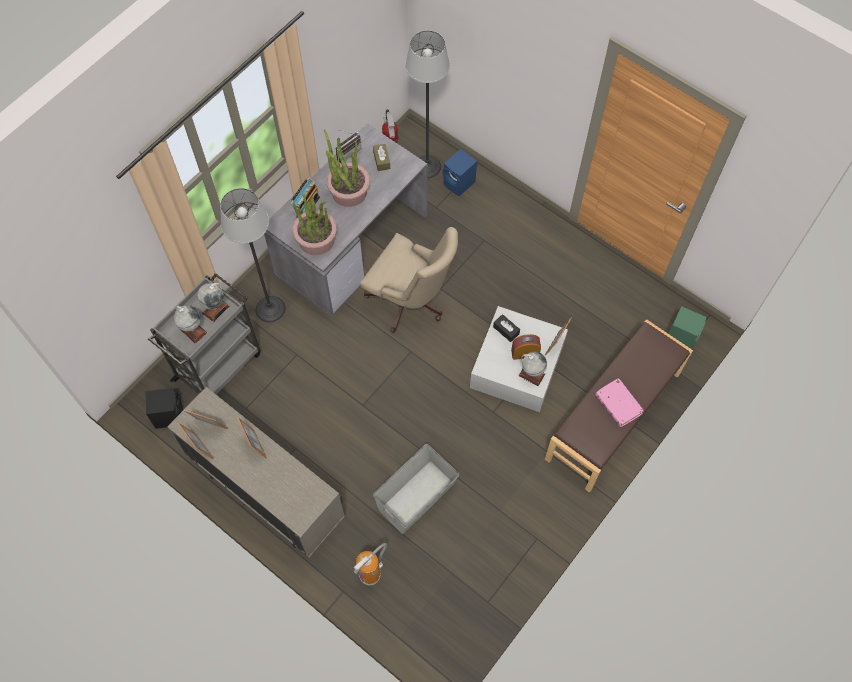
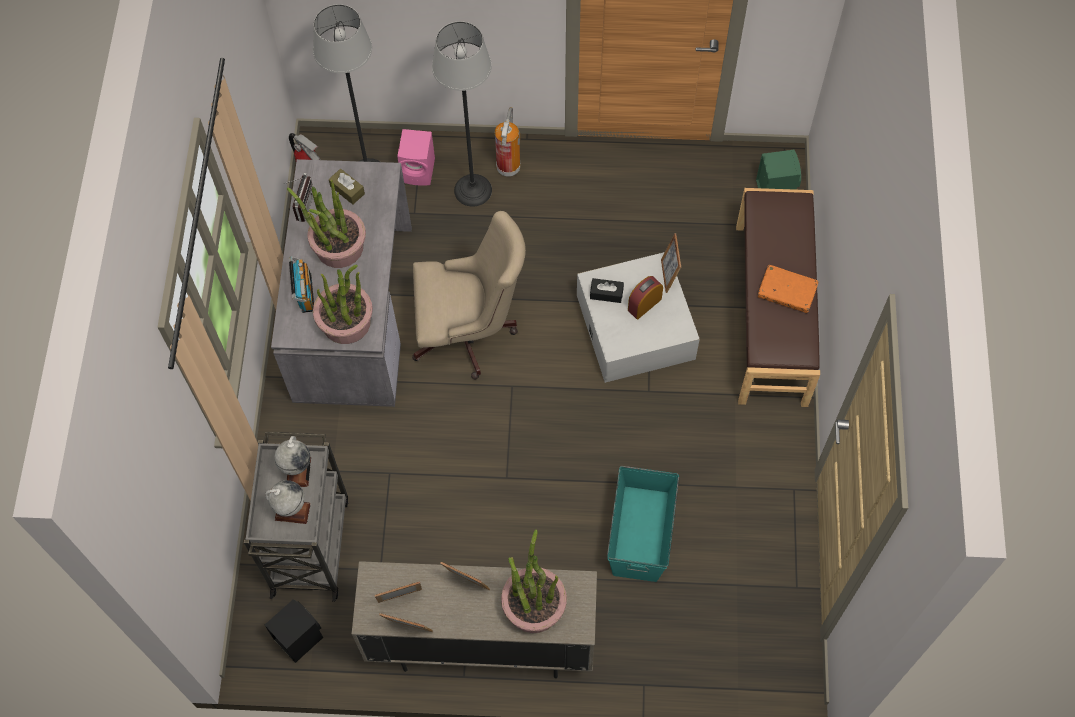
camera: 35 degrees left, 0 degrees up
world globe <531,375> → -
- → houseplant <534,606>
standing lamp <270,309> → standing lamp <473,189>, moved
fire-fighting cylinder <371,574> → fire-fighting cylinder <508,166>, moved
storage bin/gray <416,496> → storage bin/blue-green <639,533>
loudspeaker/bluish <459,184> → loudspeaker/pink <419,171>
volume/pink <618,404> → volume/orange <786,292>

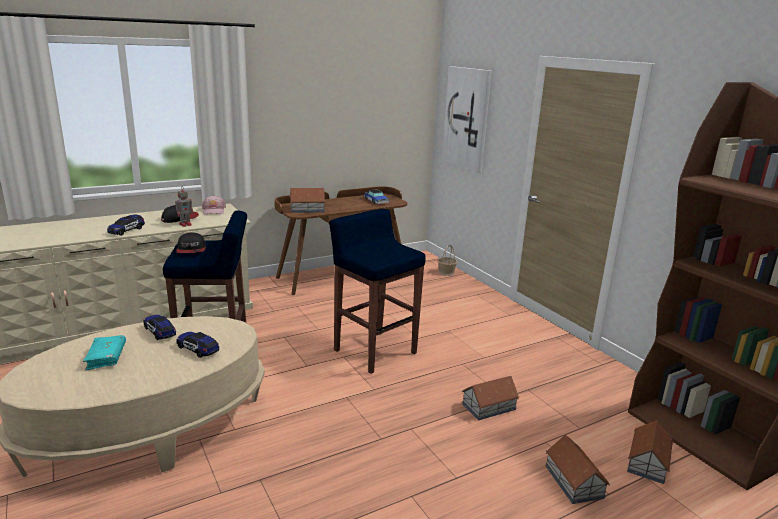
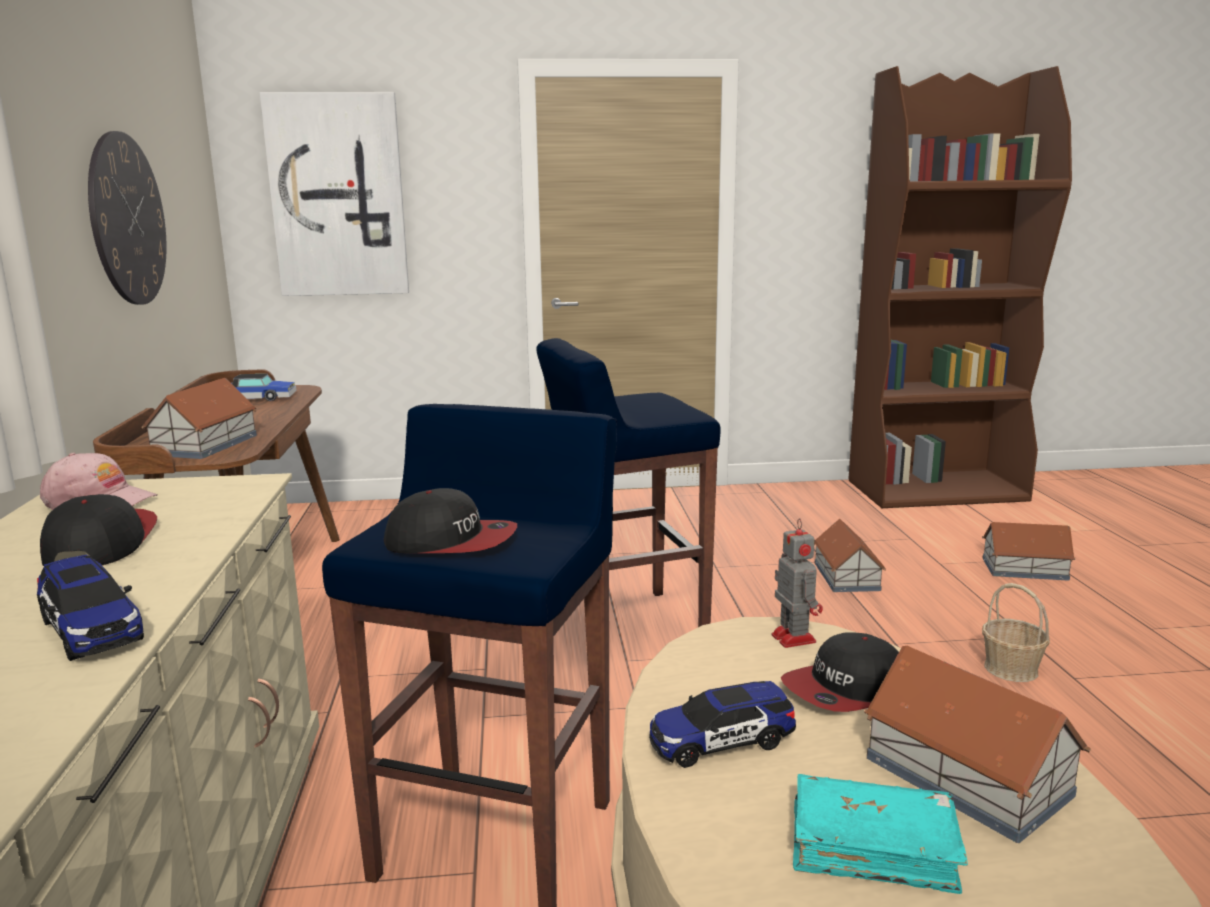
camera: 65 degrees left, 5 degrees down
- → hanging clock <127,219>
toy robot <186,224> → toy robot <792,637>, moved
storage basket <446,272> → storage basket <1011,669>, moved
miniature house <648,462> → miniature house <966,774>, moved
model car <198,349> → baseball cap <846,689>

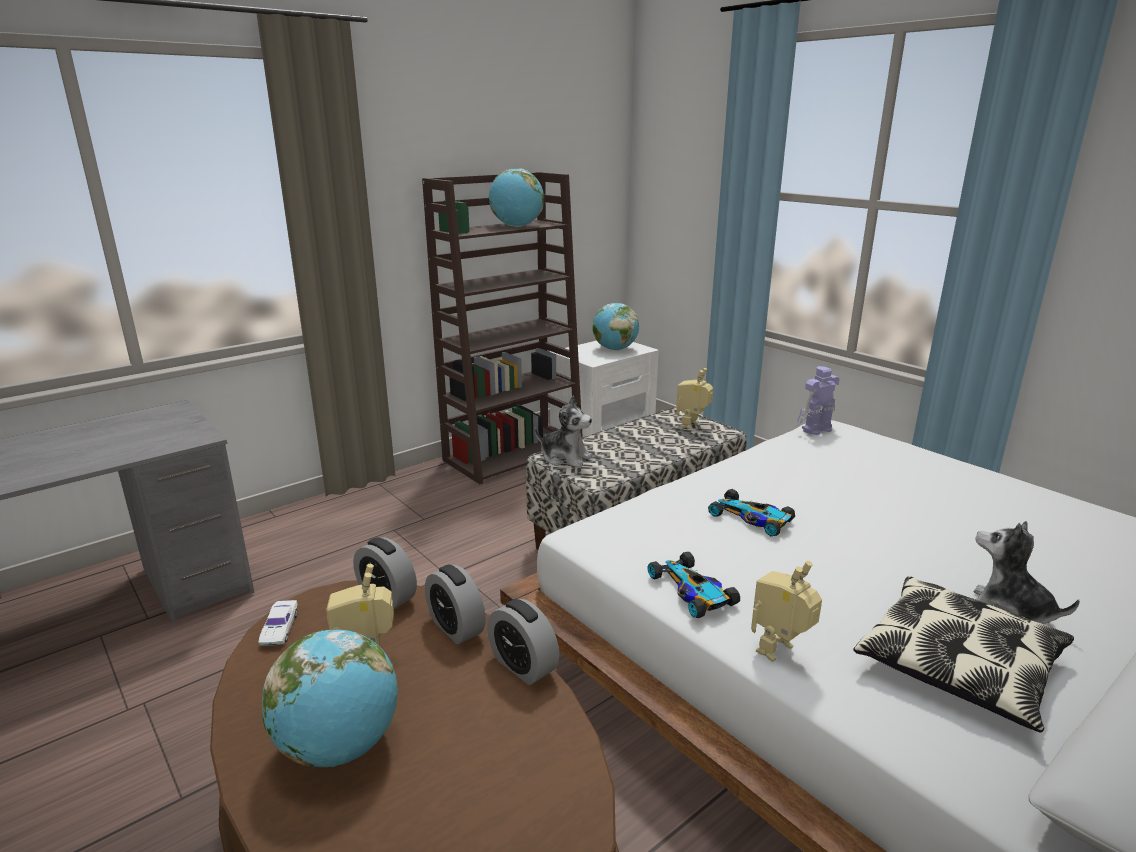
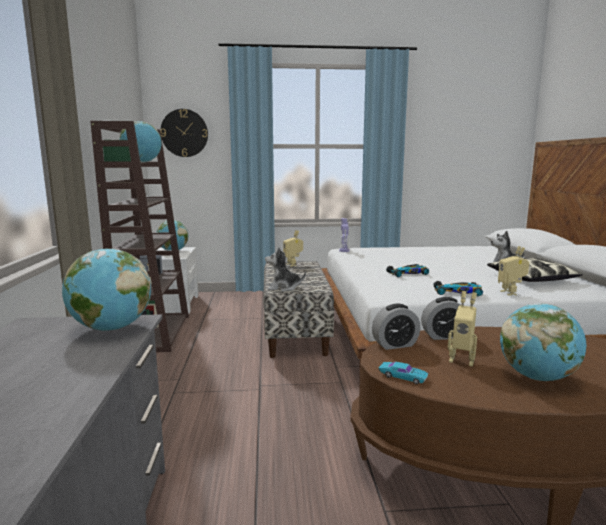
camera: 55 degrees left, 10 degrees down
alarm clock <523,666> → -
- → world globe <111,328>
- → hanging clock <184,133>
model car/whitish <280,628> → model car/blue-green <403,376>
plush toy <565,458> → plush toy <283,288>, 150 degrees counterclockwise

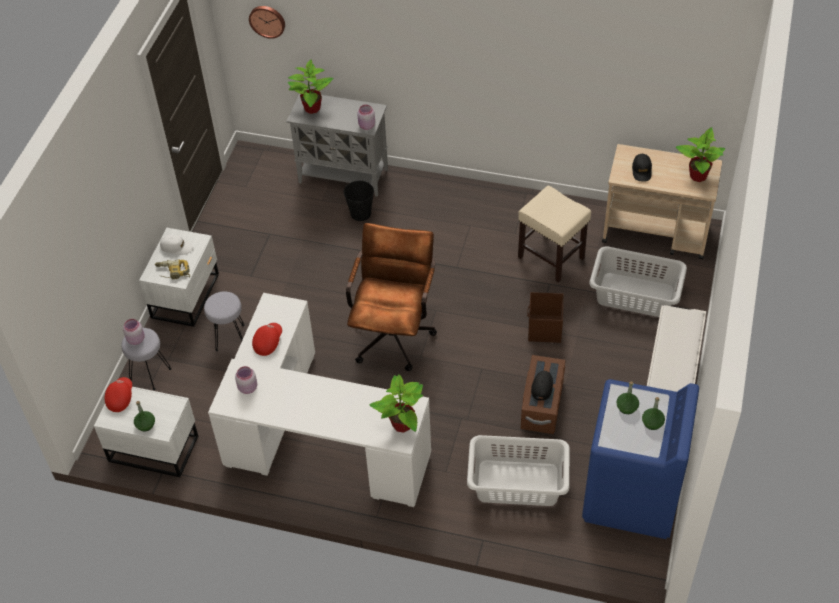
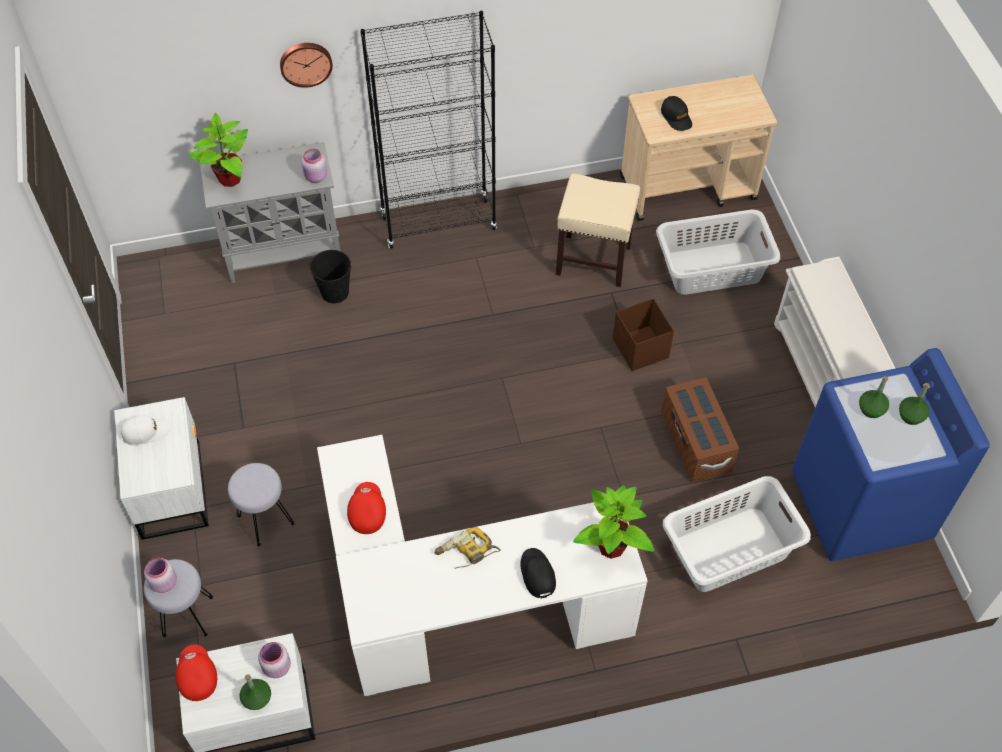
camera: 30 degrees left, 5 degrees up
desk chair/brownish <394,332> → -
houseplant <698,175> → -
- → bookshelf/black-coloured <439,223>
power drill <173,272> → power drill <466,553>, moved
preserve jar/pink <247,387> → preserve jar/pink <276,667>, moved
hanging clock <267,20> → hanging clock <305,63>, moved
baseball cap/black-coloured <542,386> → baseball cap/black-coloured <537,574>, moved

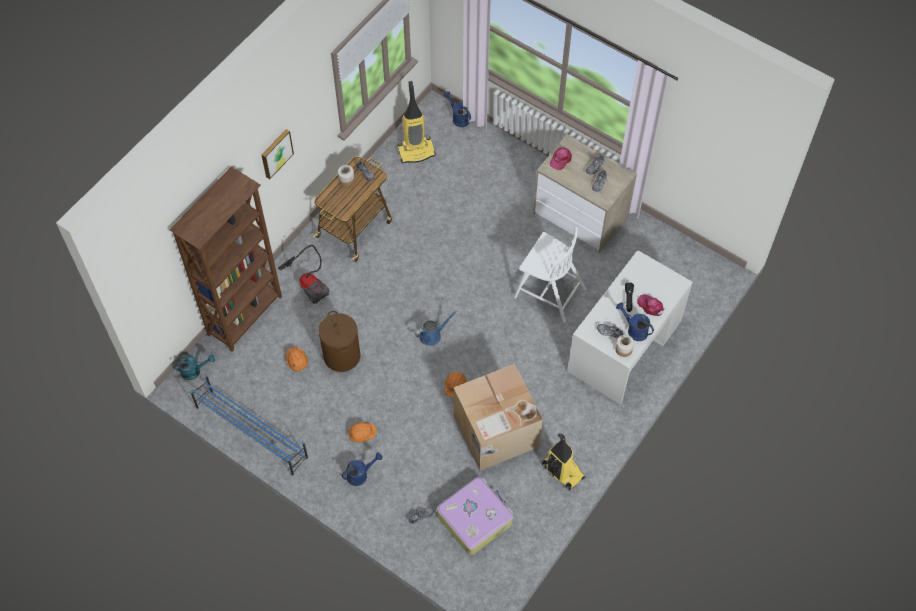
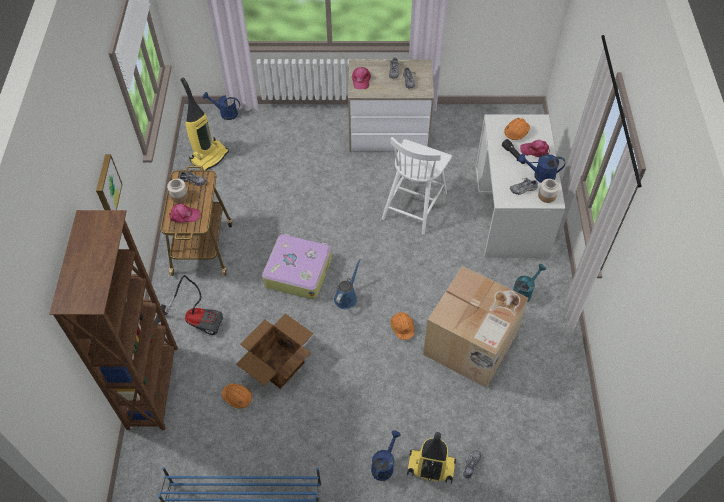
camera: 35 degrees left, 5 degrees down
- → baseball cap/pink <184,215>
watering can/blue-green <194,371> → watering can/blue-green <524,292>, moved
hard hat/orange <362,433> → hard hat/orange <516,132>, moved
suitcase <475,518> → suitcase <298,271>, moved
vacuum <562,471> → vacuum <430,468>, moved
laundry basket/brownish <341,355> → carton <277,365>
upright chair/whitish <548,292> → upright chair/whitish <414,204>, 120 degrees clockwise

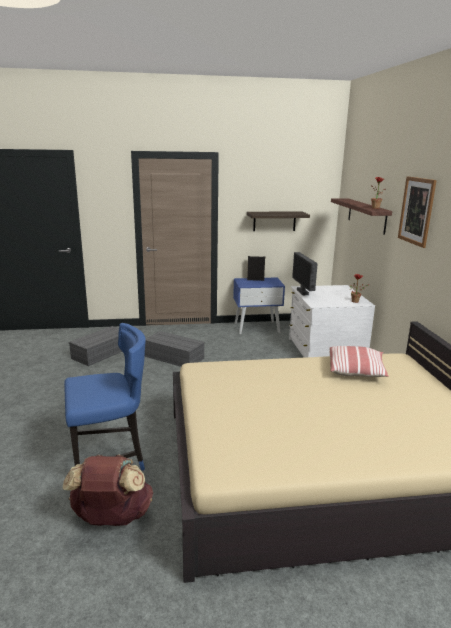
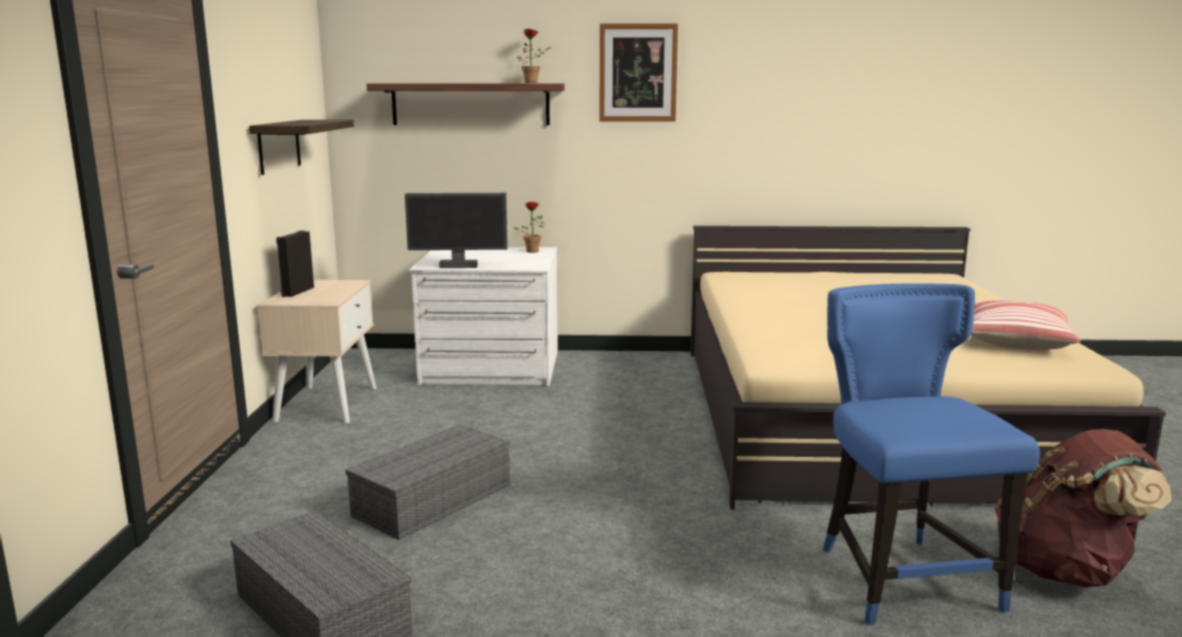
camera: 80 degrees left, 5 degrees down
cushion <356,371> → cushion <1013,342>, moved
bedside table/bluish <257,327> → bedside table/beige <327,403>

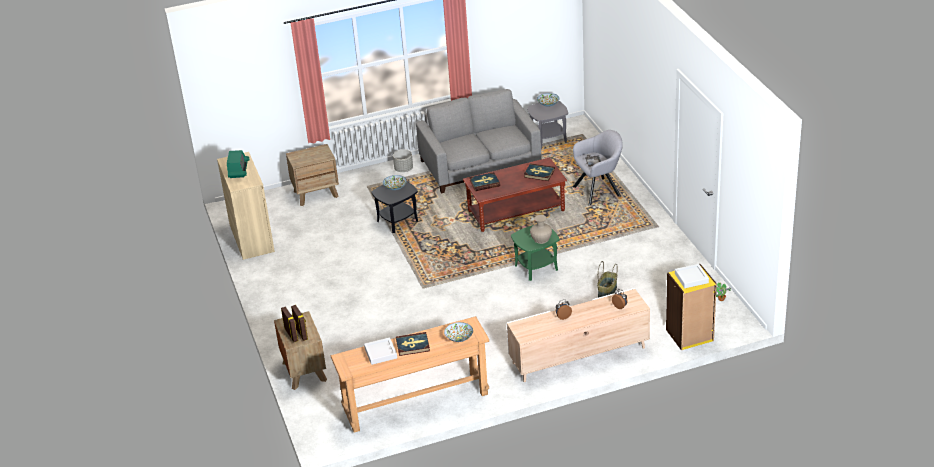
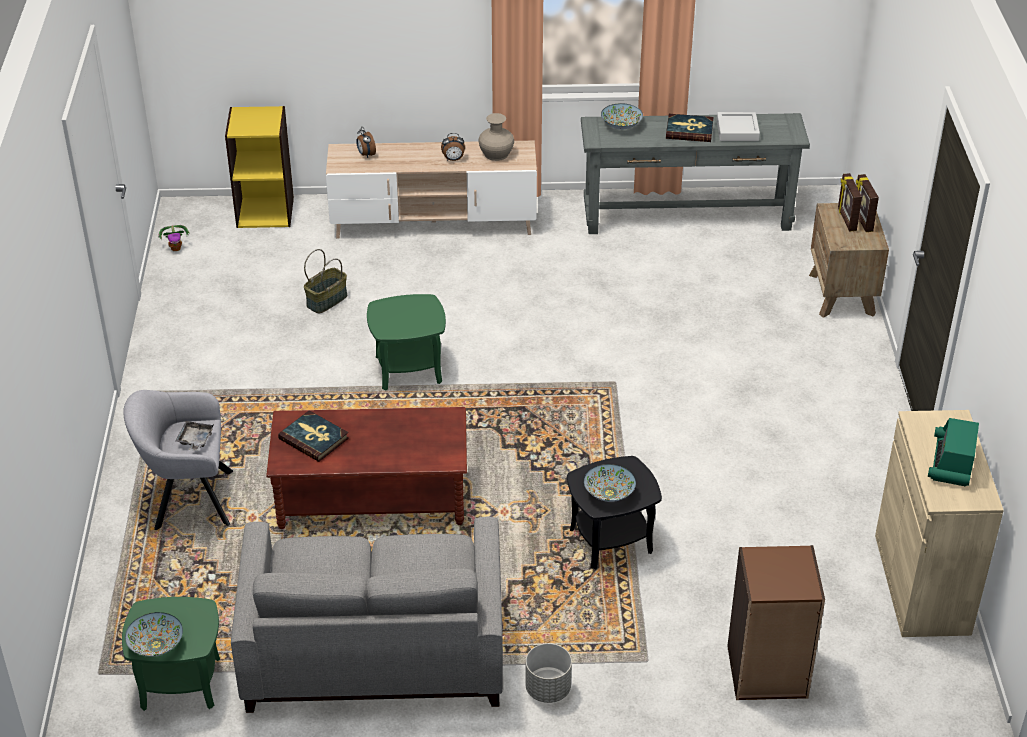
camera: 165 degrees left, 5 degrees up
volume <484,183> → -
carrying tray/gray <691,278> → -
decorative vase/beige <541,239> → decorative vase/beige <496,154>, moved
bedside table/brownish <316,194> → bookshelf/brownish <767,672>
hall table/brownish <416,402> → hall table/gray <687,217>
end table/gray <548,139> → end table/green-coloured <180,683>

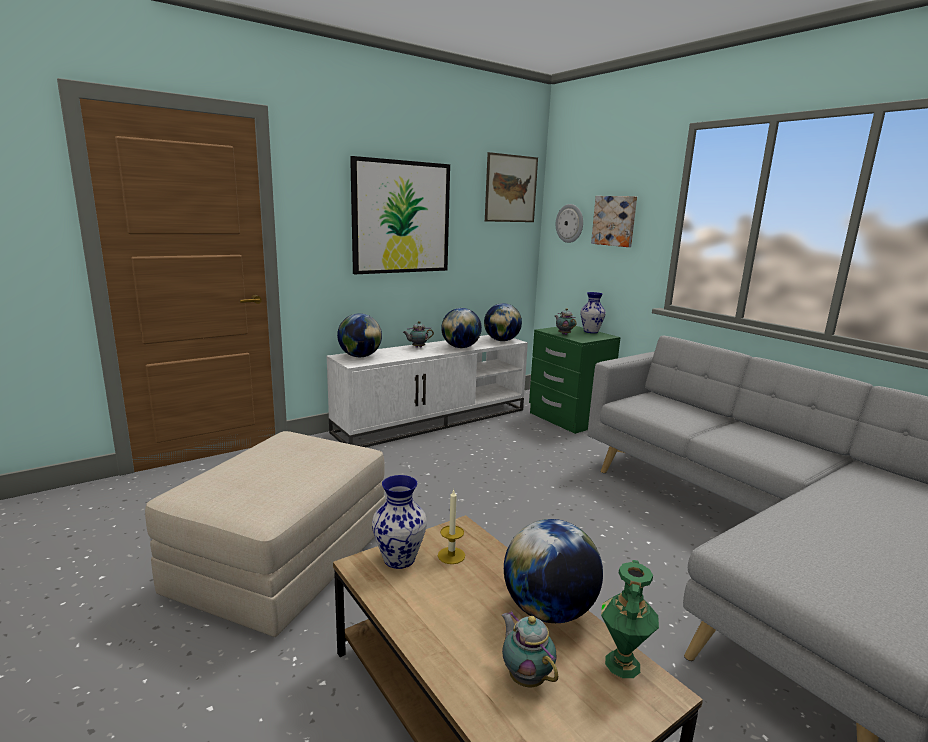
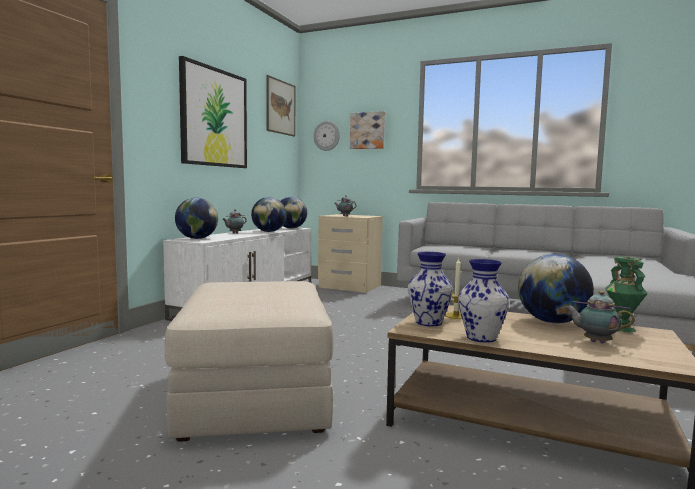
camera: 30 degrees left, 10 degrees down
decorative vase <590,331> → decorative vase <481,338>, moved
bedside table/green-coloured <568,418> → bedside table/beige <349,286>

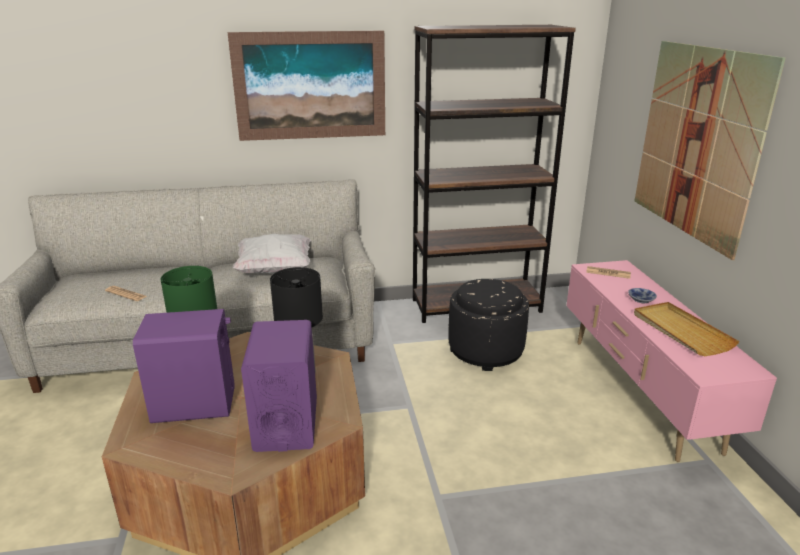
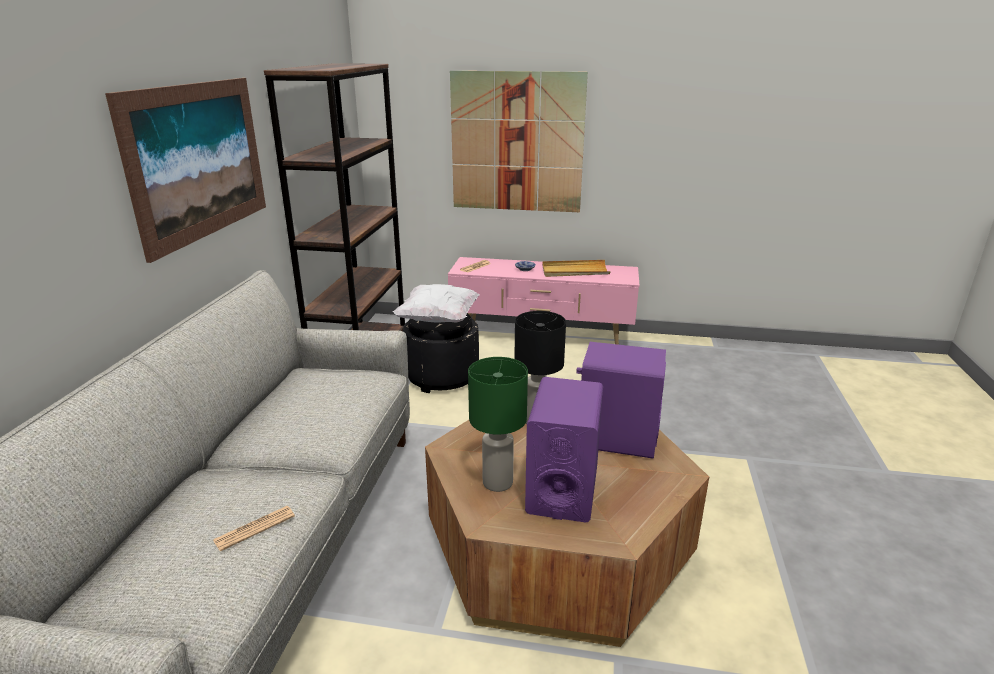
camera: 70 degrees left, 0 degrees up
cushion/whitish <275,270> → cushion/whitish <438,320>, moved

